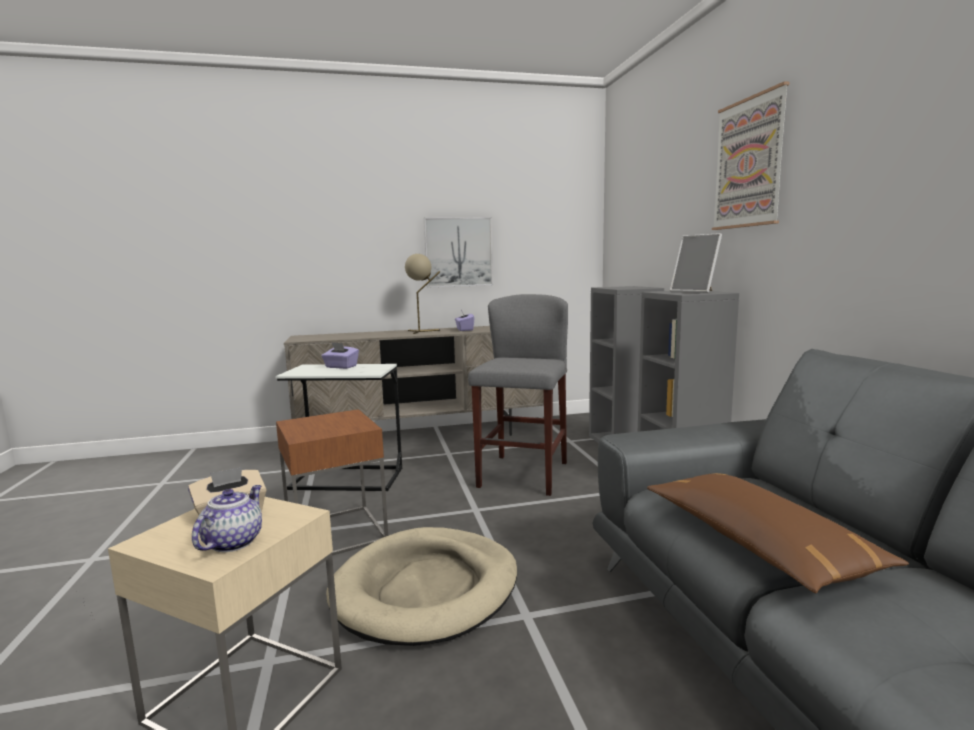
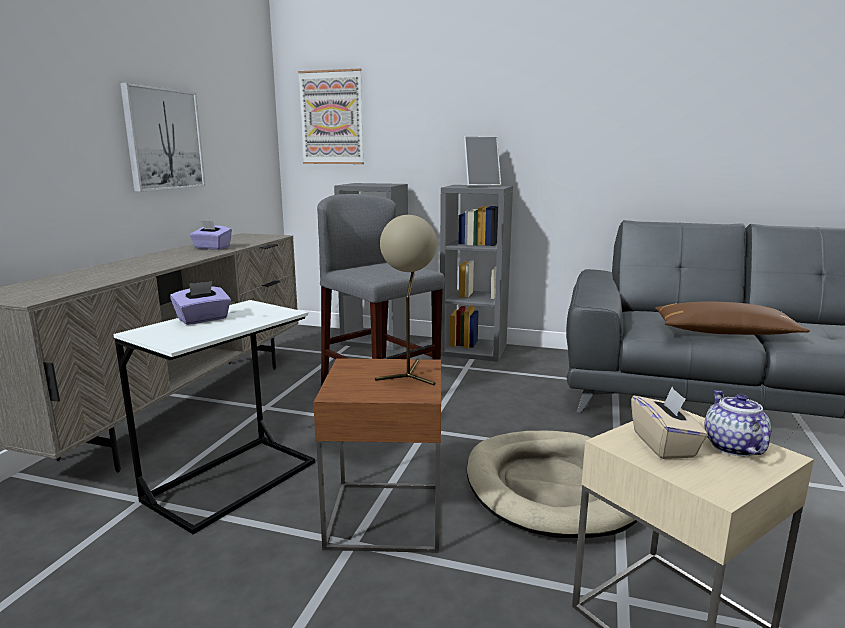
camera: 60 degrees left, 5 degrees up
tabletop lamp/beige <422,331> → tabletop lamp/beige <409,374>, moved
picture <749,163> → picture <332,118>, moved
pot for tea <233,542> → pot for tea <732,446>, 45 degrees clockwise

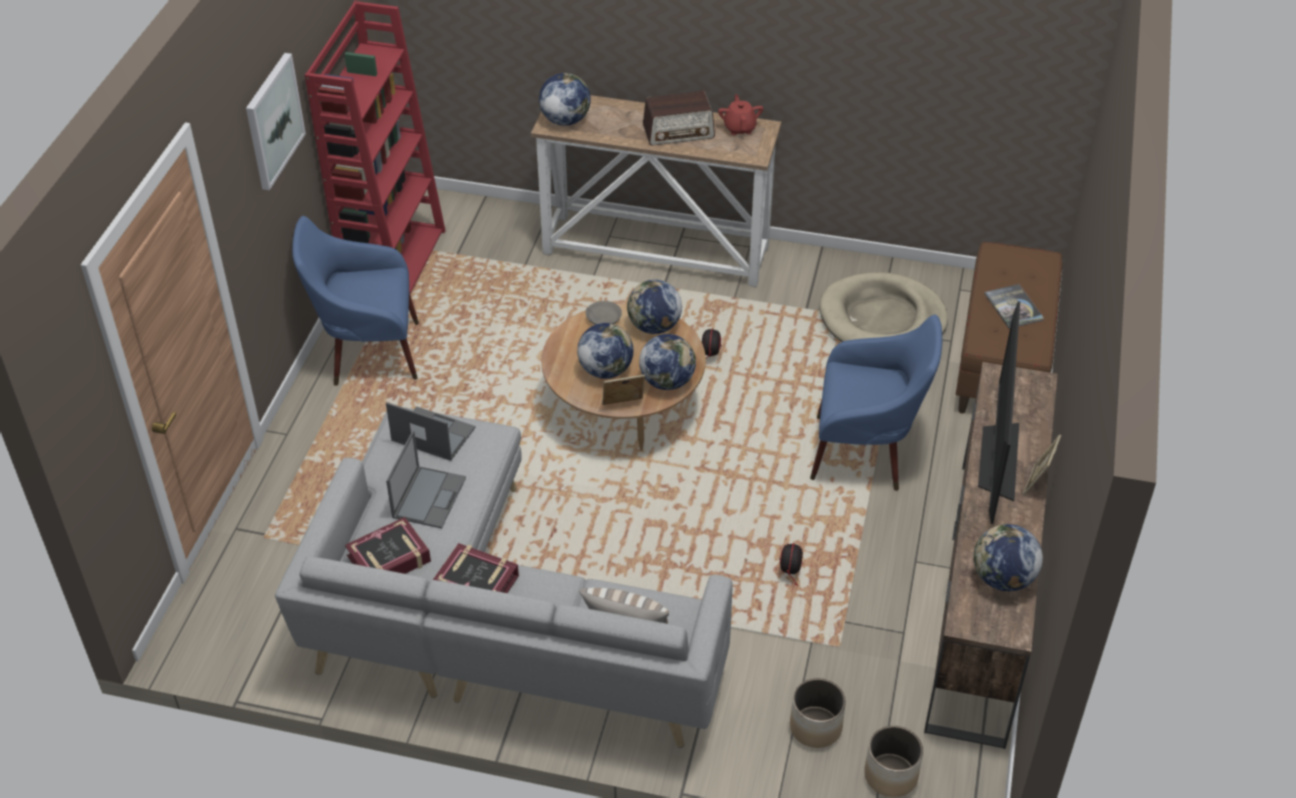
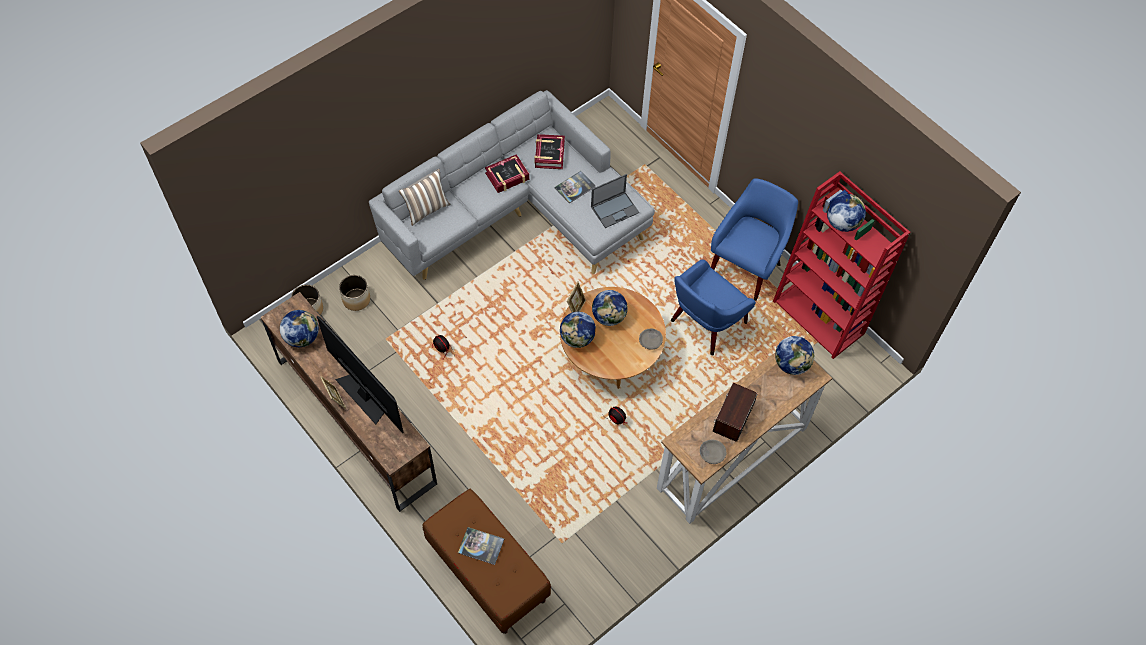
camera: 125 degrees right, 15 degrees up
picture <273,121> → -
dog bed/beige <882,319> → -
world globe <654,327> → world globe <842,223>, moved
armchair/bluish <866,453> → armchair/bluish <705,325>, moved
portable computer <429,496> → volume <575,187>
pot for tea/reddish <740,128> → bowl/gray <712,453>

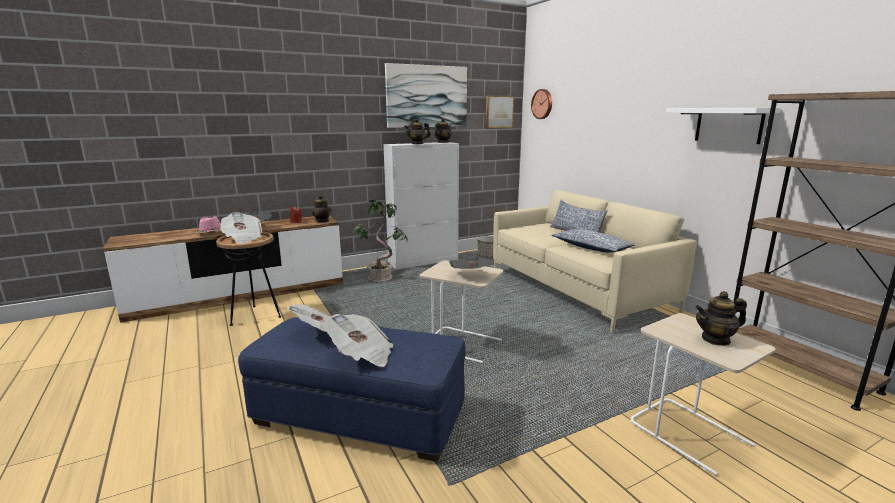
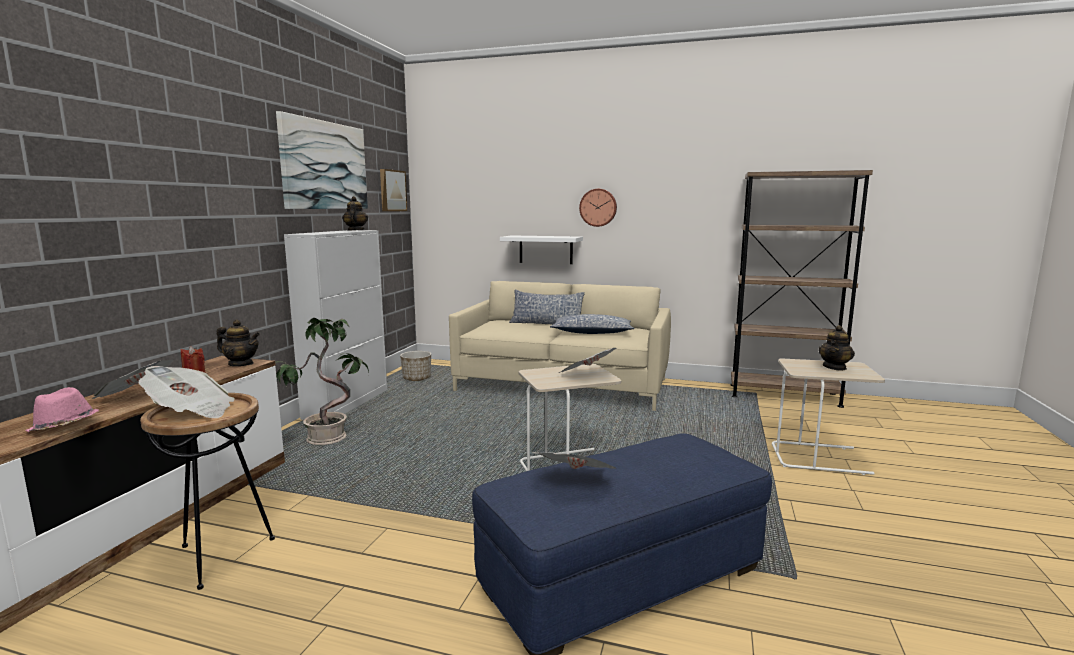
camera: 45 degrees left, 5 degrees down
daily paper <362,355> → -
pot for tea <417,144> → -
hanging clock <542,104> → hanging clock <598,207>, moved
bracket shelf/whitish <728,125> → bracket shelf/whitish <545,249>, moved

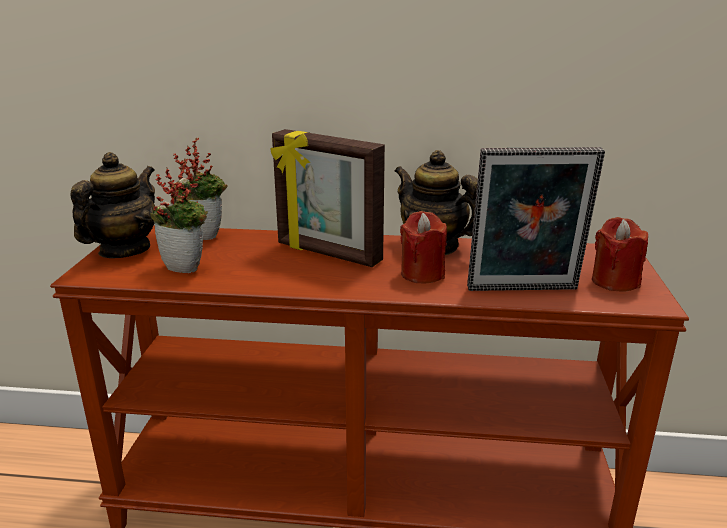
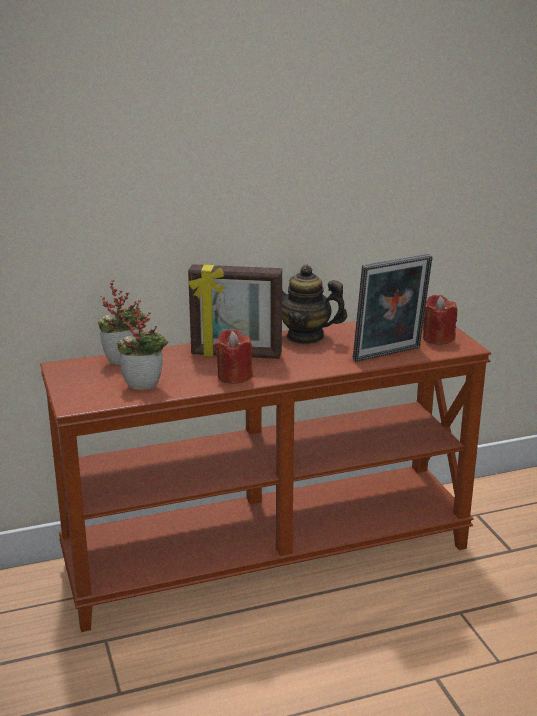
camera: 25 degrees left, 0 degrees up
pot for tea <124,250> → -
wax light/reddish <422,274> → wax light/reddish <234,376>, moved

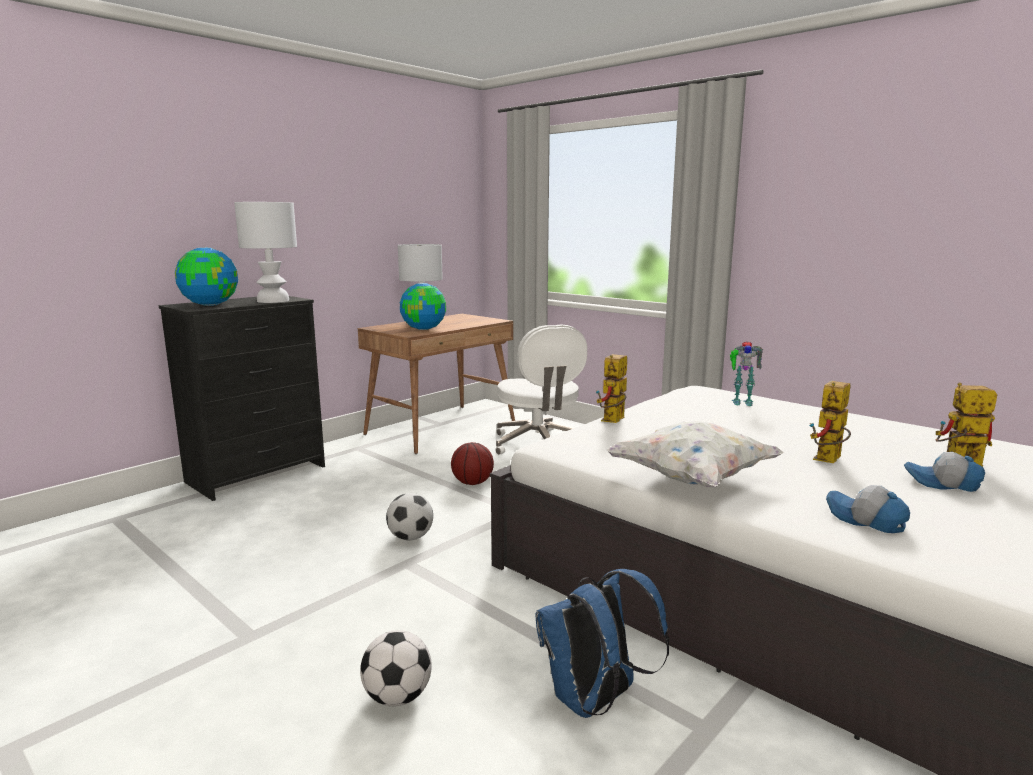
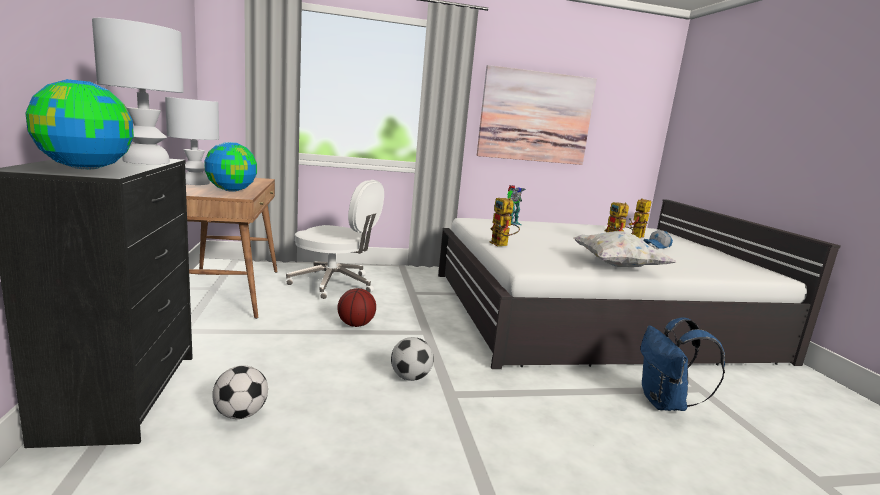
camera: 55 degrees left, 0 degrees up
baseball cap <865,520> → -
- → picture <535,117>
football ball <397,697> → football ball <241,414>, moved

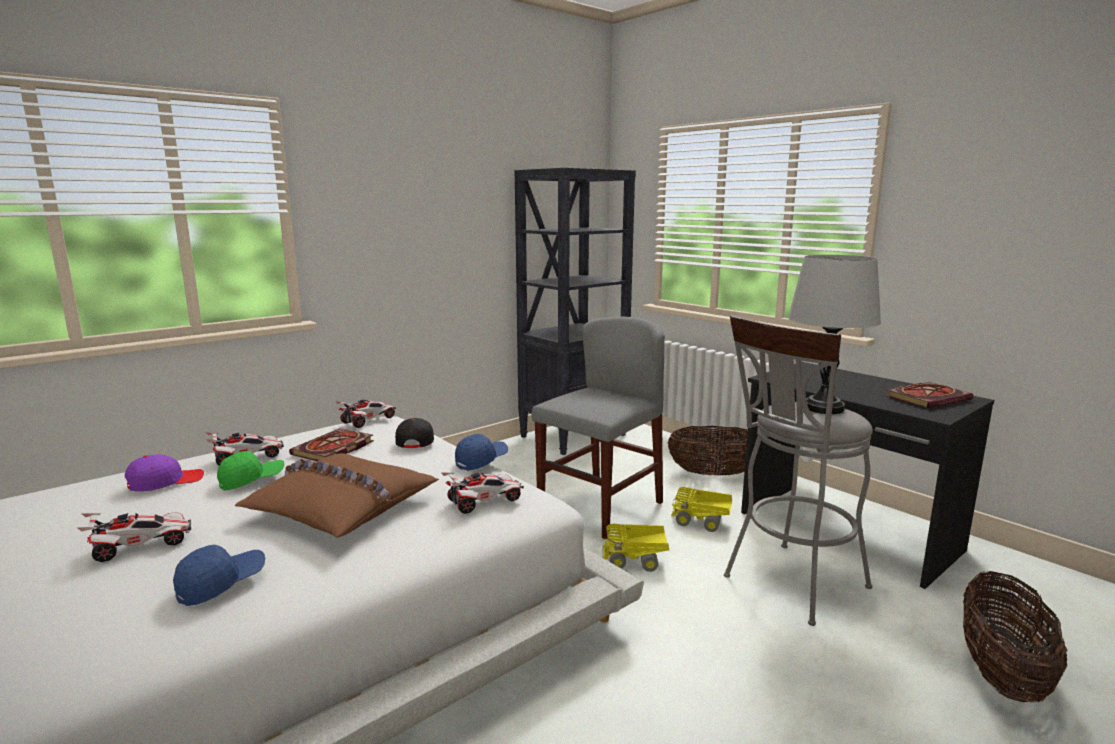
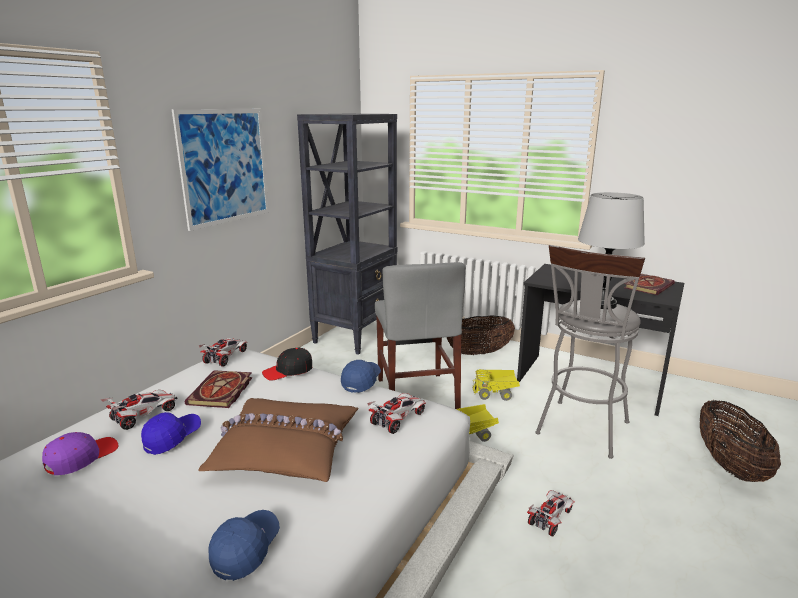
camera: 20 degrees left, 5 degrees up
- → picture <225,166>
model car <140,546> → model car <550,518>, moved
baseball cap/green-coloured <252,480> → baseball cap/bluish <172,438>
baseball cap/black-coloured <415,440> → baseball cap/black-coloured <288,371>, 90 degrees counterclockwise
upright chair/gray <600,507> → upright chair/gray <416,395>, 150 degrees clockwise

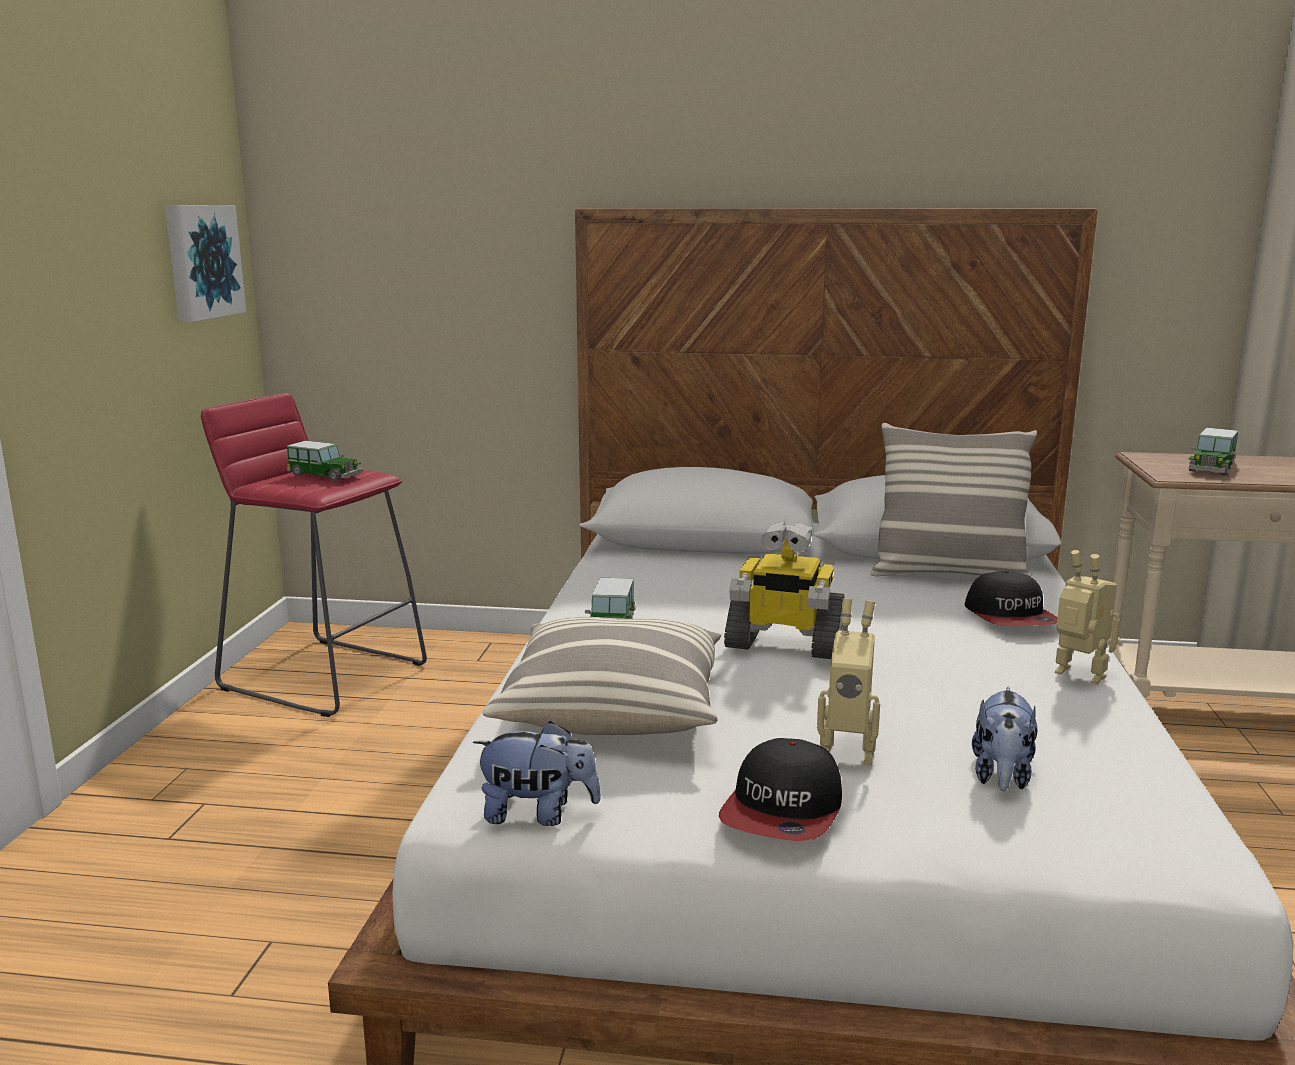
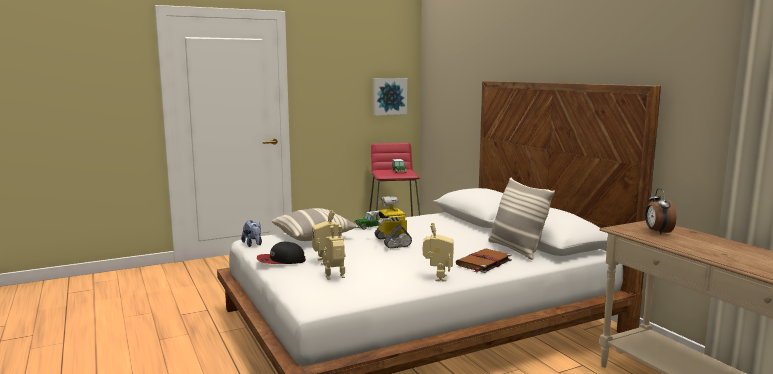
camera: 55 degrees right, 5 degrees down
baseball cap <1011,617> → volume/brownish <483,263>
plush toy <1001,777> → toy robot <336,278>
model car <1211,468> → alarm clock <657,232>

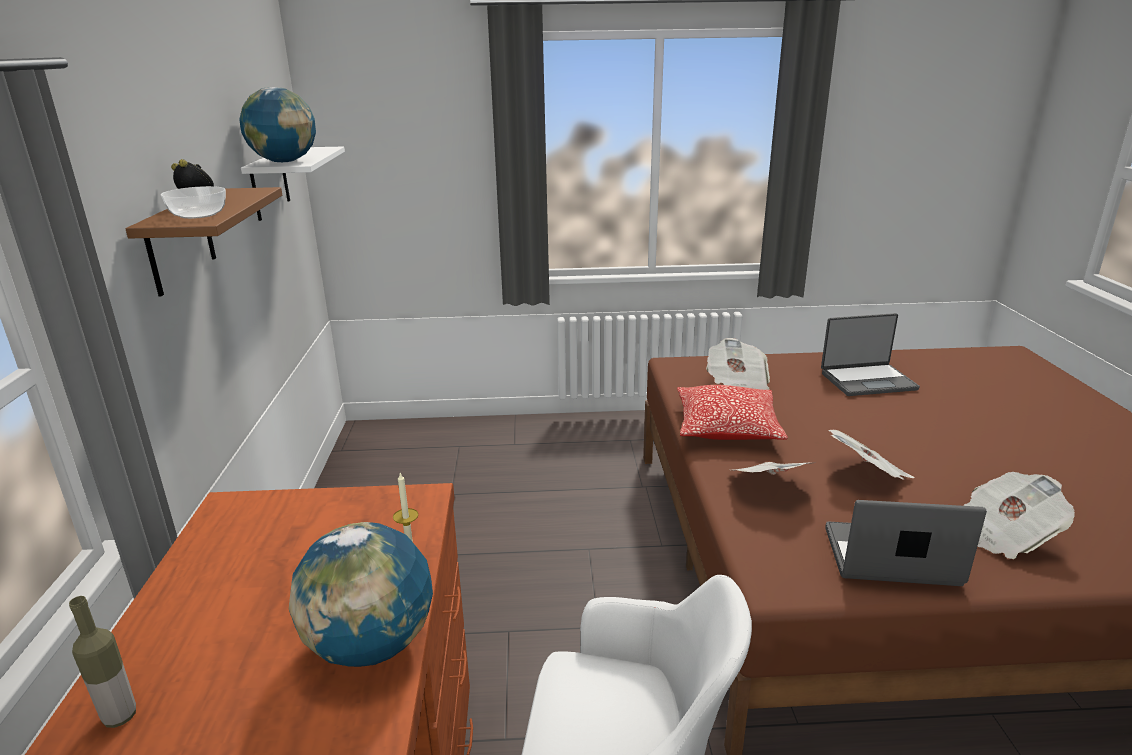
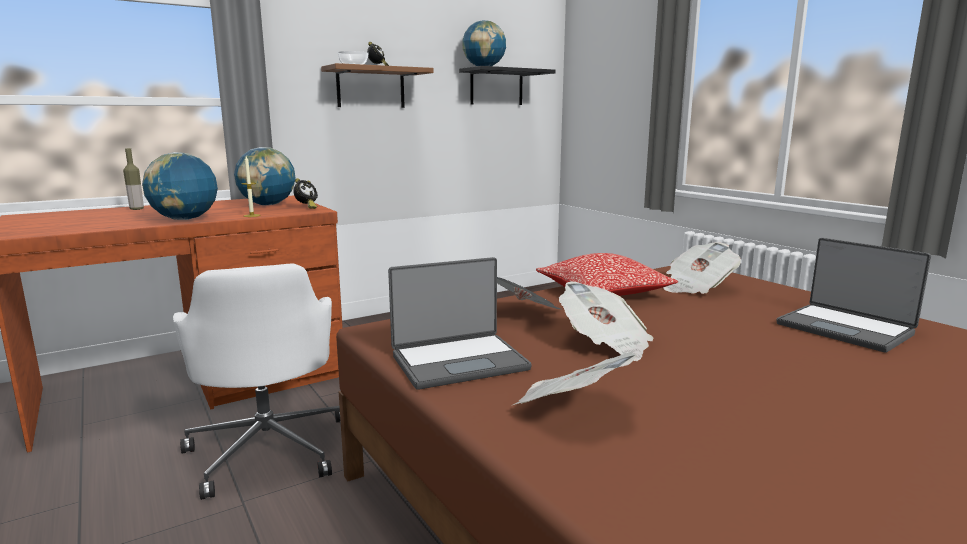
camera: 60 degrees right, 10 degrees down
- → world globe <268,205>
- → alarm clock <306,207>
bracket shelf/whitish <269,183> → bracket shelf/black-coloured <496,87>
portable computer <891,558> → portable computer <458,361>, 90 degrees clockwise

